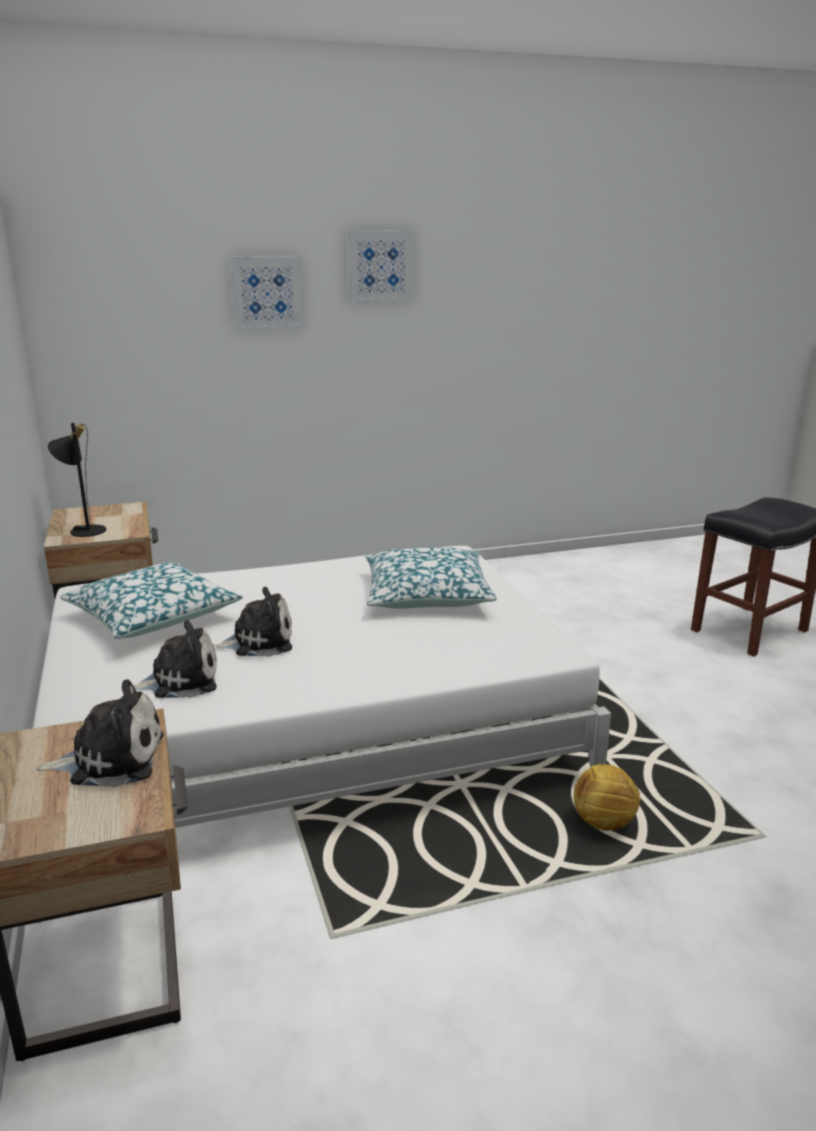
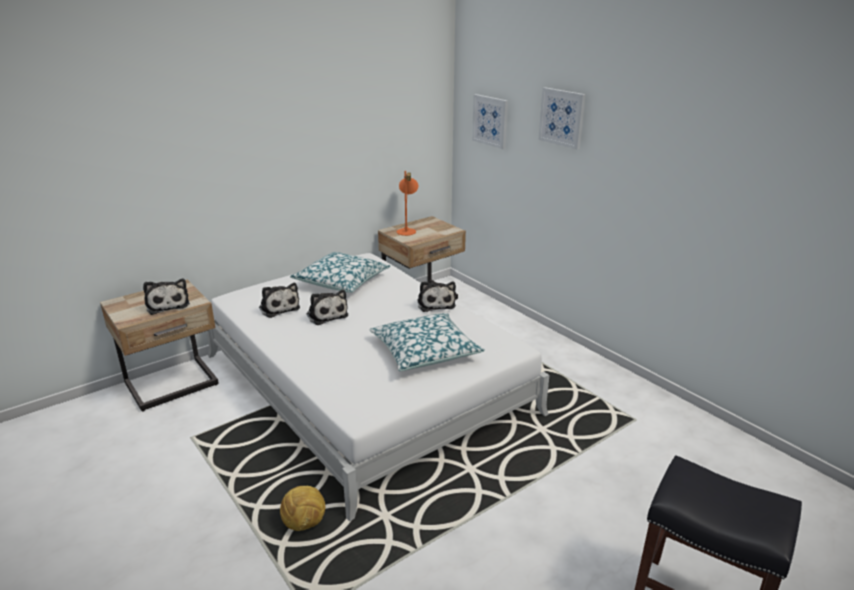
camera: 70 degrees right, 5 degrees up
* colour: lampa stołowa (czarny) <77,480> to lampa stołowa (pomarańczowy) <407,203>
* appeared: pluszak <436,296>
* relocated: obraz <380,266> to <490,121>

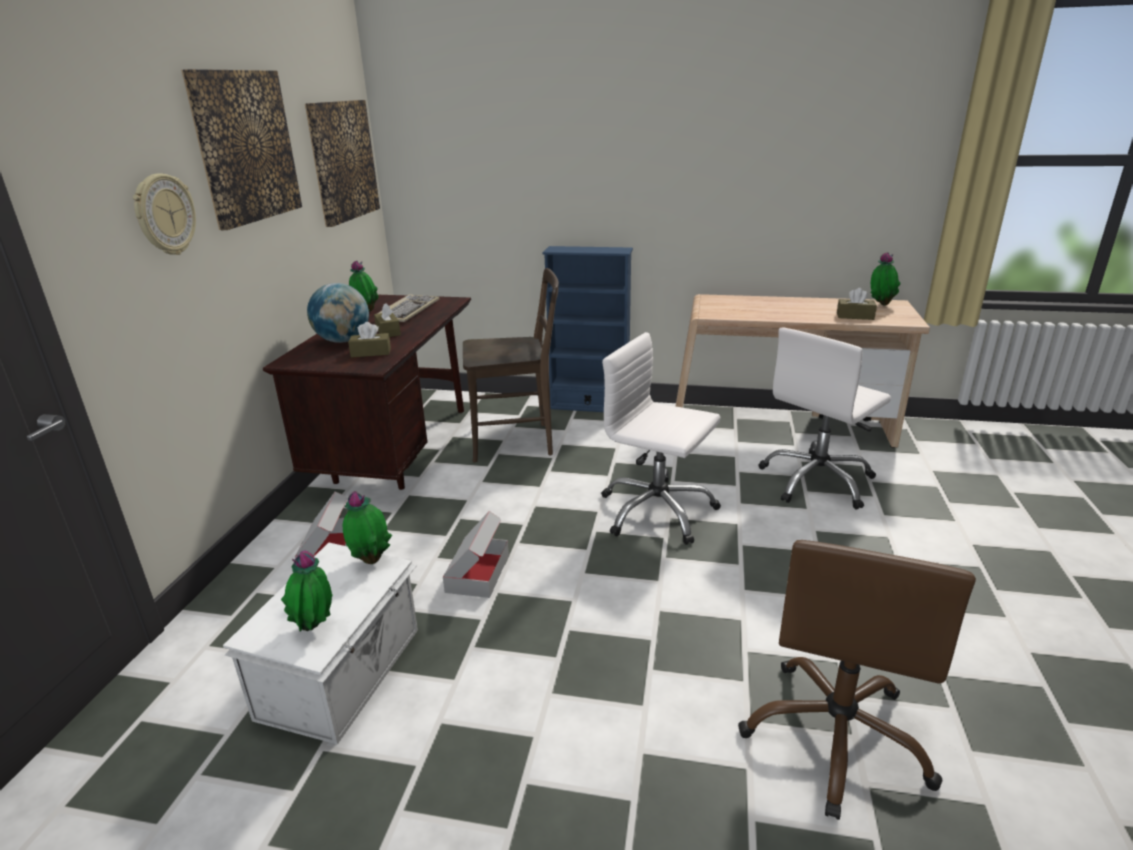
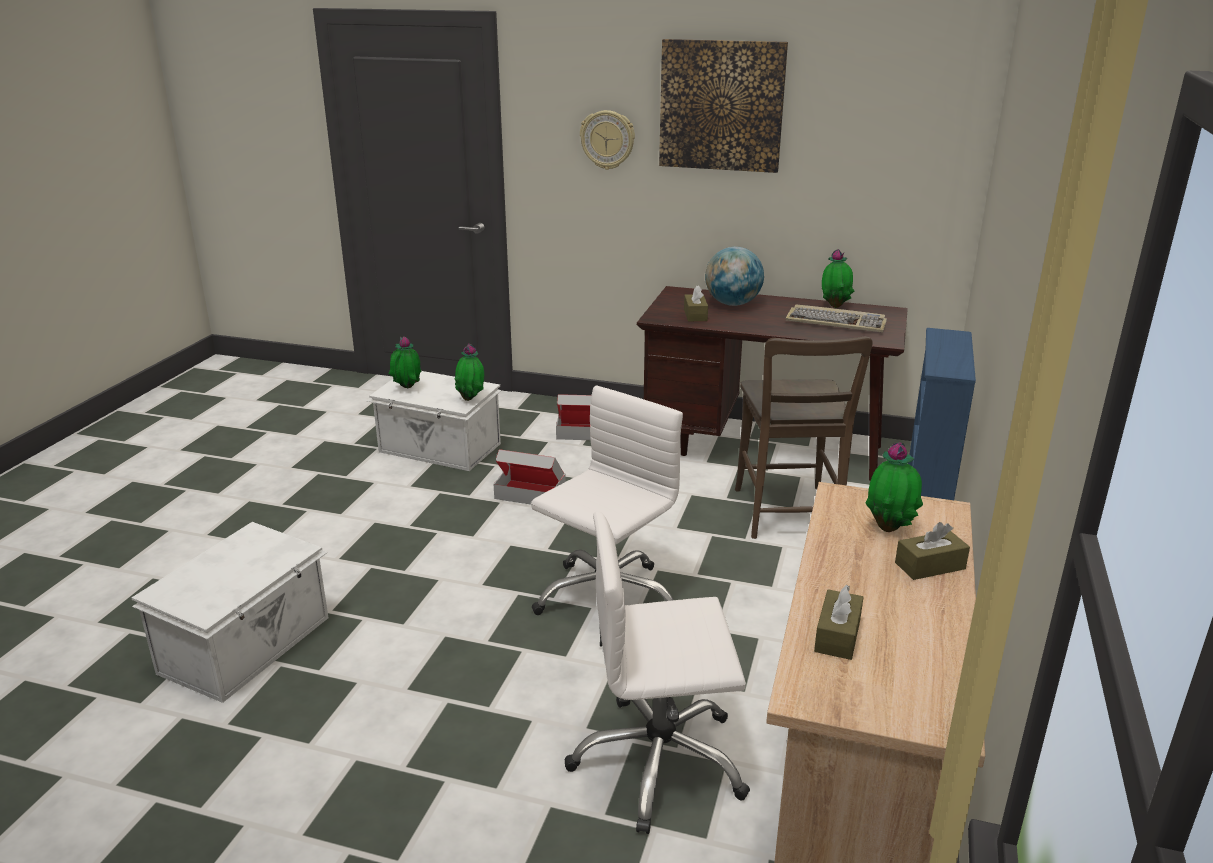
camera: 95 degrees right, 0 degrees up
* exchanged: krzesło biurowe (brązowy) <857,680> to pojemnik do przechowywania (biały) <230,612>
* spun: krzesło biurowe (biały) <825,418> = <657,673> 60 degrees counterclockwise
* relocated: roślina doniczkowa <886,279> to <894,487>
* relocated: pudełko chusteczek (brązowy) <387,320> to <932,551>
* missing: obraz <342,163>

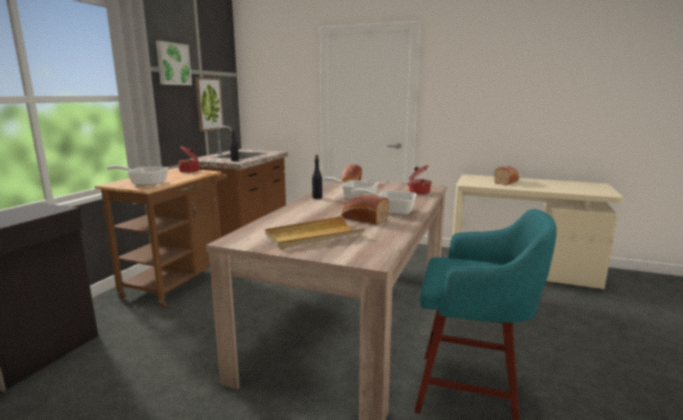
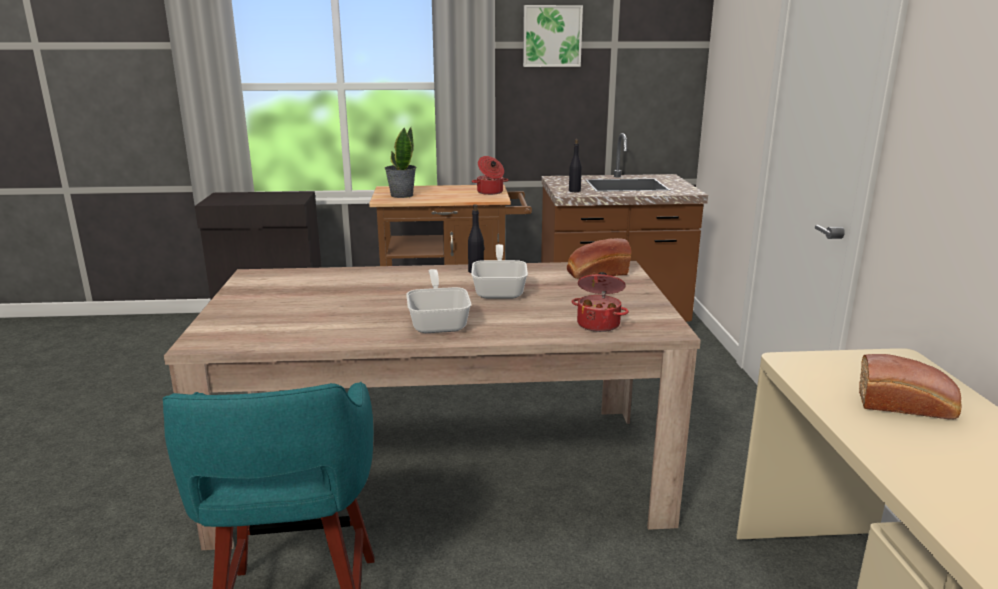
camera: 65 degrees right, 5 degrees up
* exchanged: patelnia <137,175> to roślina doniczkowa <401,162>
* missing: obraz <209,104>
* missing: taca (beżowy) <315,232>
* missing: chleb <365,210>

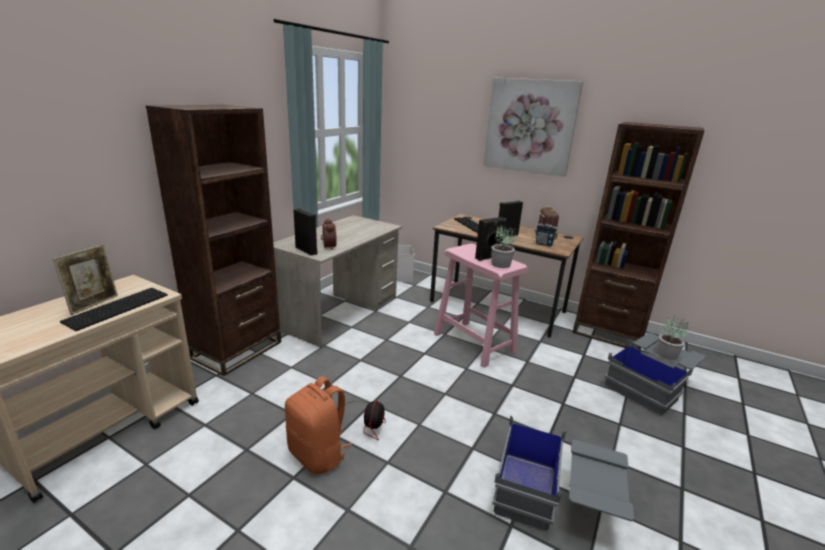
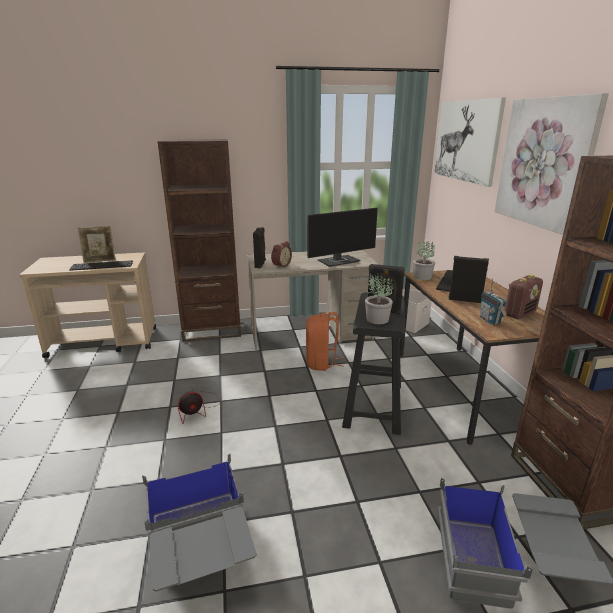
camera: 50 degrees right, 0 degrees up
* relocated: plecak (pomarańczowy) <318,425> to <325,341>
* appeared: monitor <342,237>
* colour: stołek (różowy) <481,306> to stołek (czarny) <373,363>
* relocated: roślina doniczkowa <673,338> to <424,260>
* appeared: obraz <470,142>

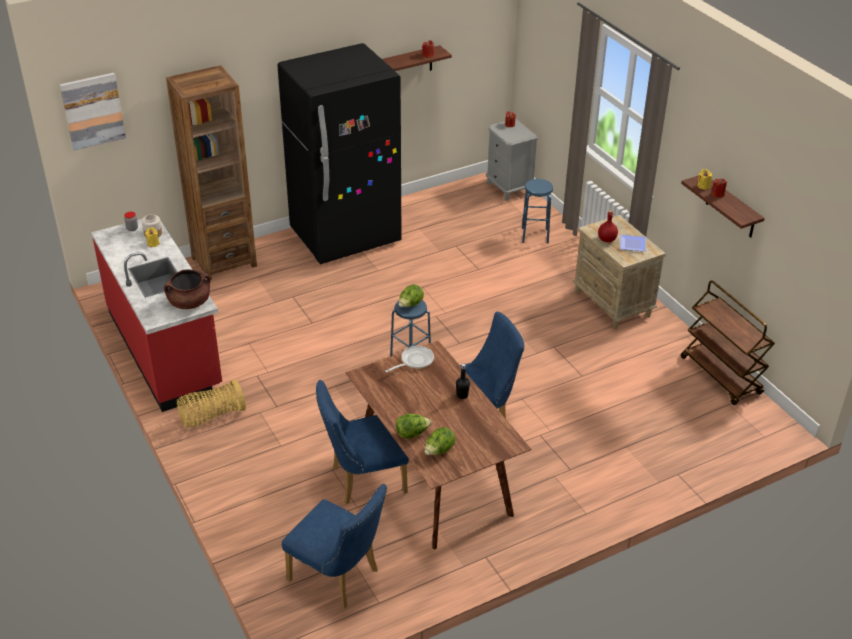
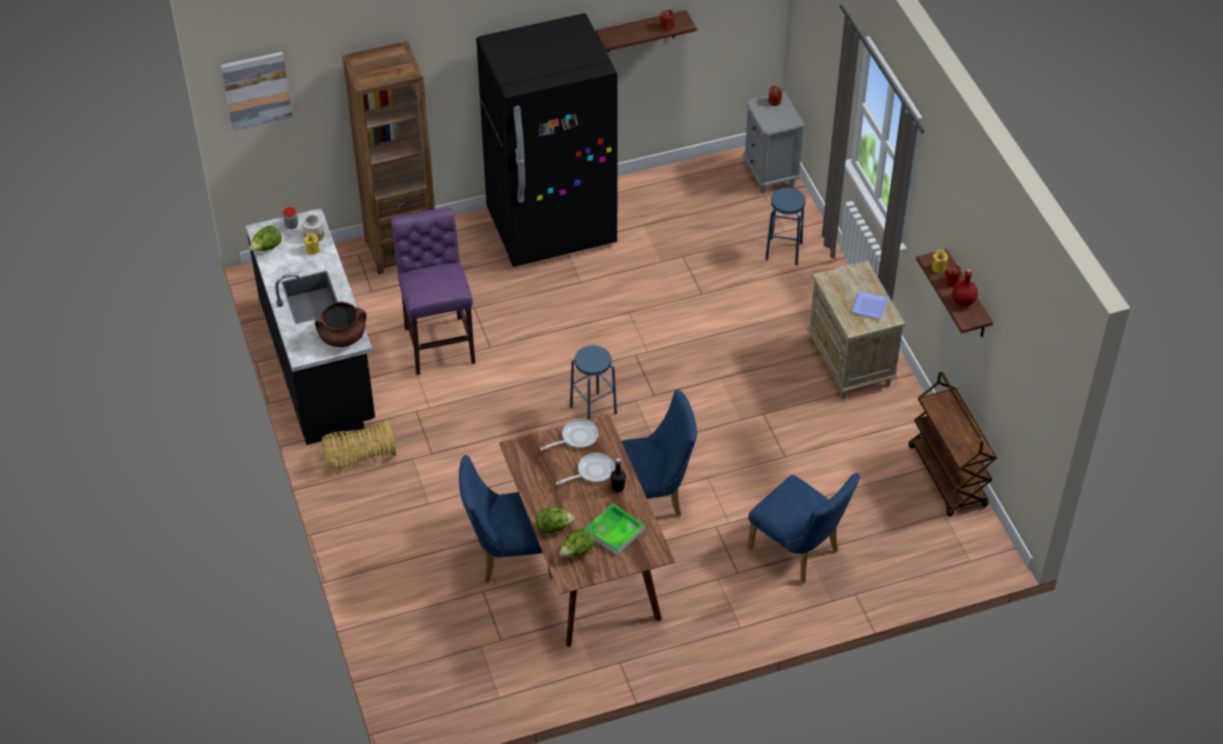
camera: 10 degrees right, 10 degrees up
* colour: zabudowa kuchenna (czerwony) <156,315> to zabudowa kuchenna (czarny) <310,326>
* relocated: sałata <411,295> to <265,238>
* appeared: stołek (fioletowy) <433,291>
* appeared: patelnia <585,469>
* appeared: taca <615,529>
* relocated: krzesło (niebieski) <334,546> to <803,528>
* relocated: butelka (czerwony) <608,226> to <965,287>

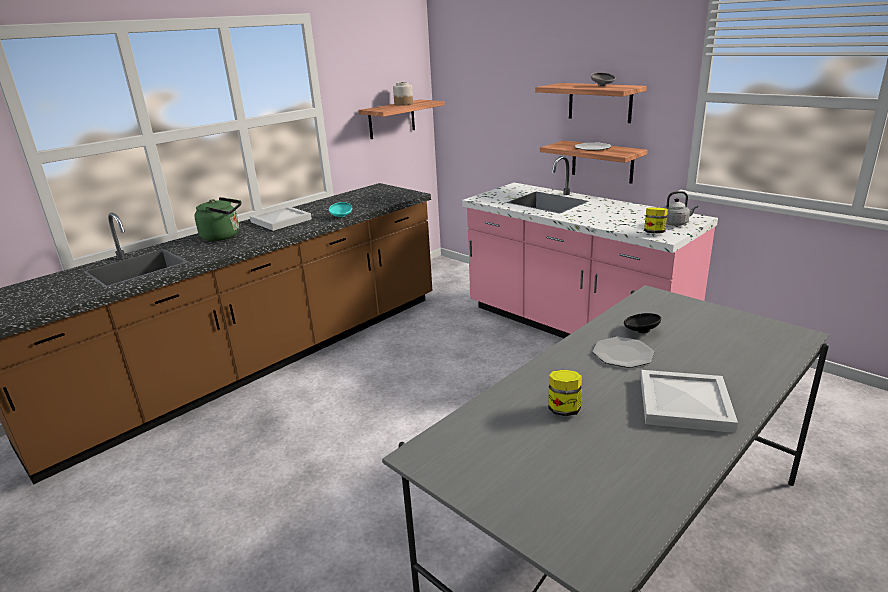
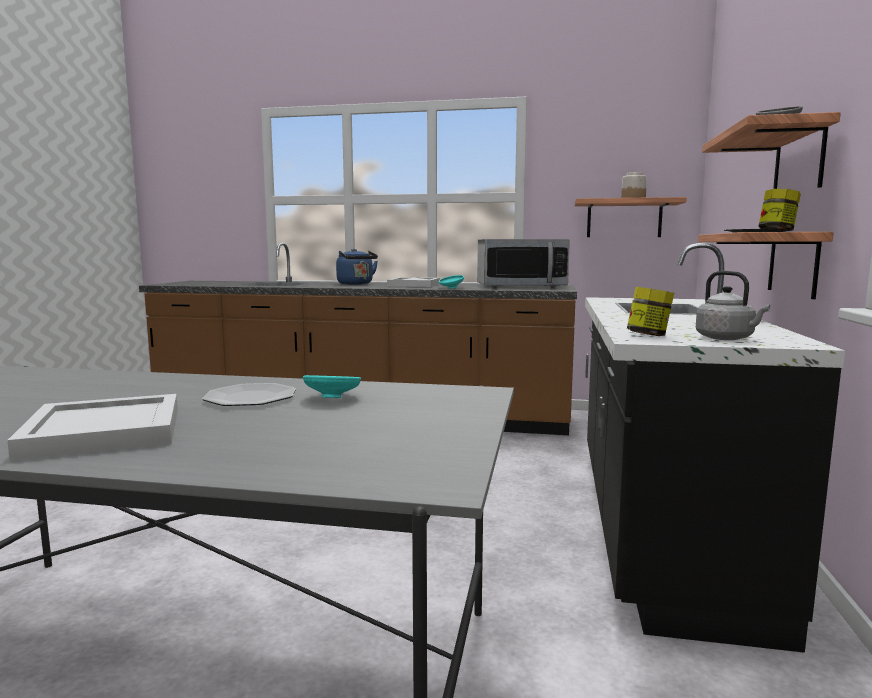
camera: 55 degrees right, 15 degrees down
* colour: miska (czarny) <642,323> to miska (turkusowy) <332,386>
* colour: czajnik (zielony) <217,219> to czajnik (niebieski) <357,267>
* appeared: mikrofalówka <523,263>
* colour: zabudowa kuchenna (różowy) <590,247> to zabudowa kuchenna (czarny) <715,448>
* relocated: słoik <565,393> to <779,210>

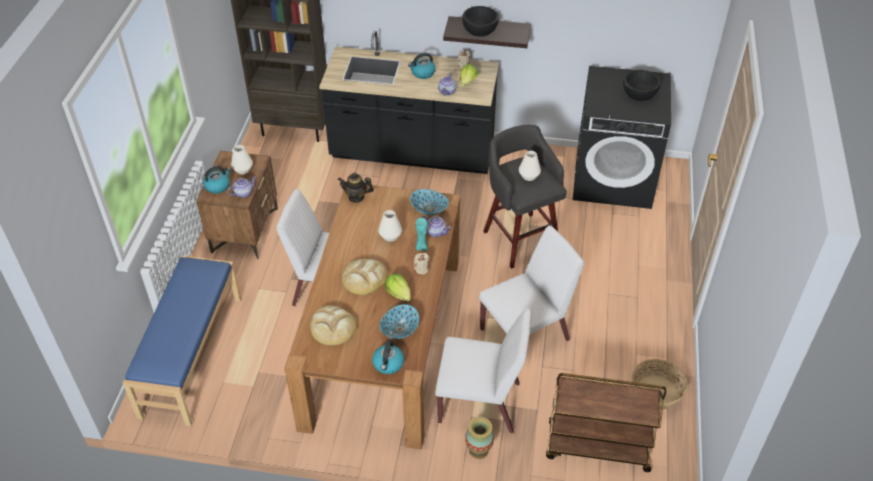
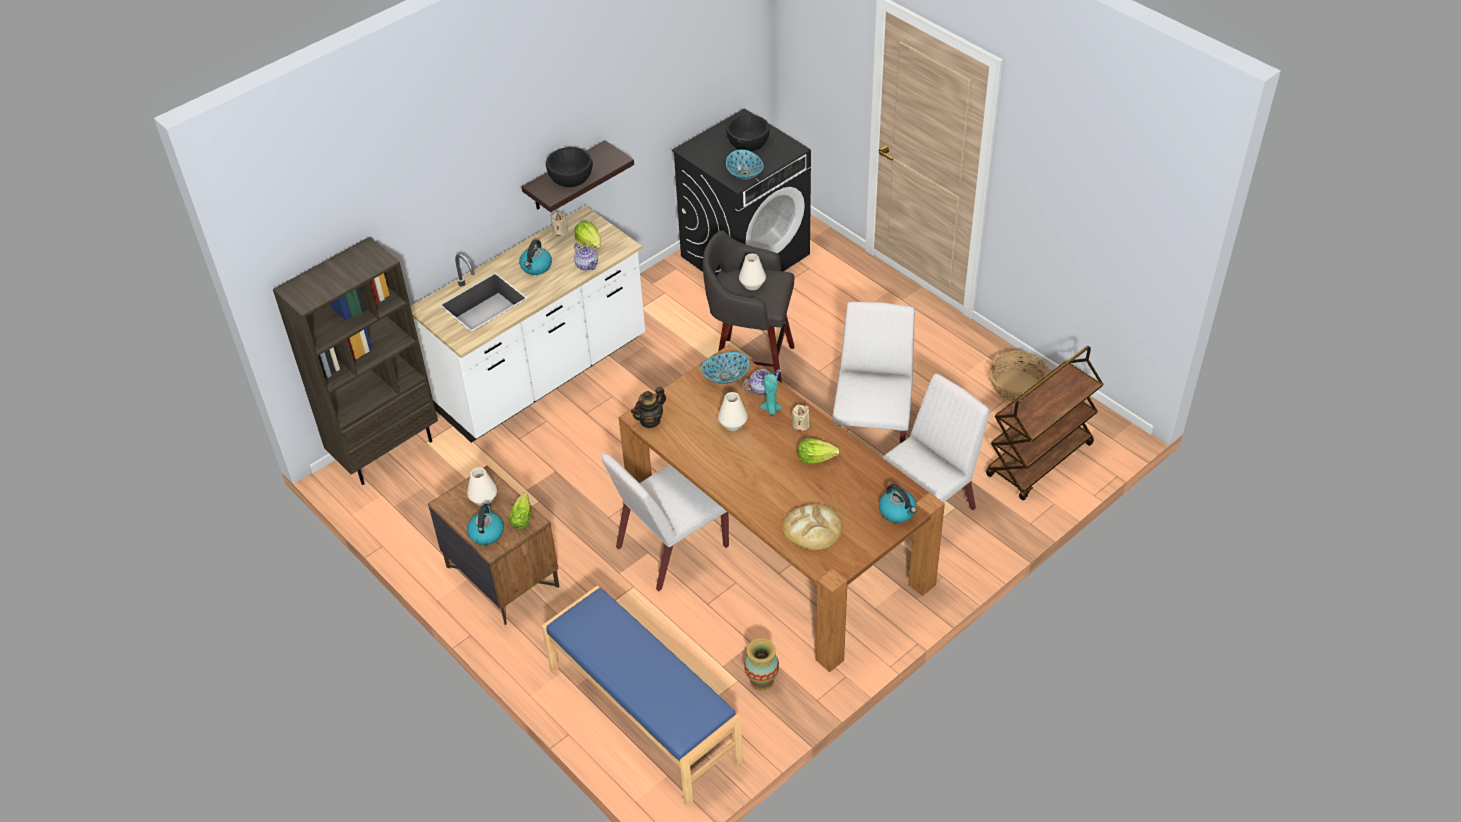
camera: 50 degrees left, 0 degrees up
* colour: zabudowa kuchenna (czarny) <409,102> to zabudowa kuchenna (biały) <527,324>
* exchanged: imbryk <241,187> to sałata <520,511>
* relocated: miska <399,321> to <745,164>
* relocated: wazon <479,438> to <761,664>
* missing: chleb <364,277>

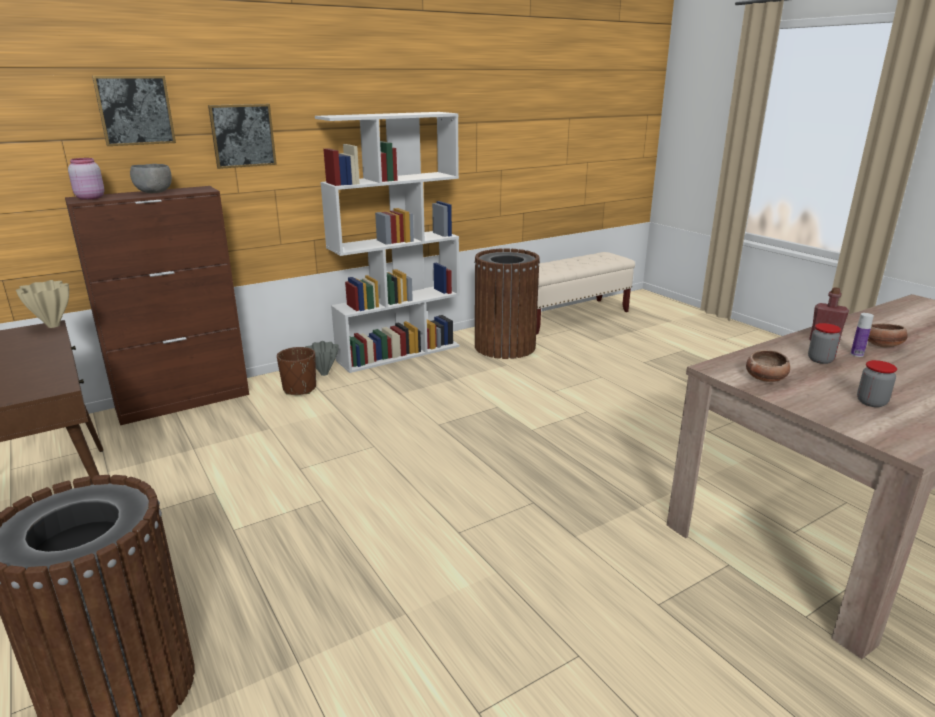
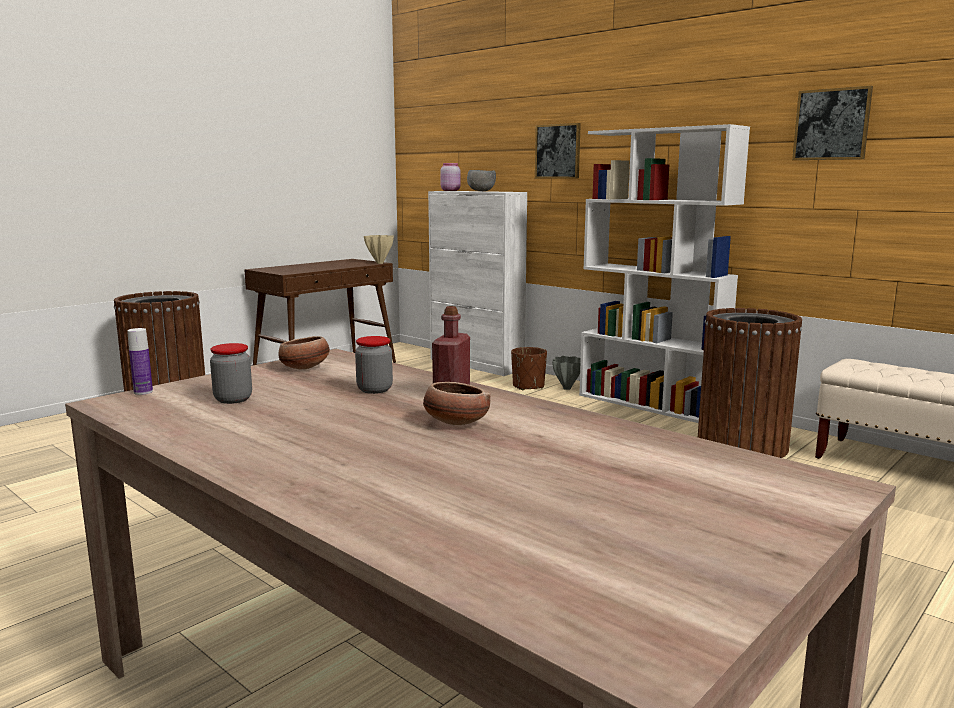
camera: 75 degrees right, 10 degrees down
* relocated: butelka <862,335> to <140,361>
* colour: szafka (brązowy) <157,305> to szafka (biały) <477,283>
* relocated: obraz <134,111> to <832,123>

